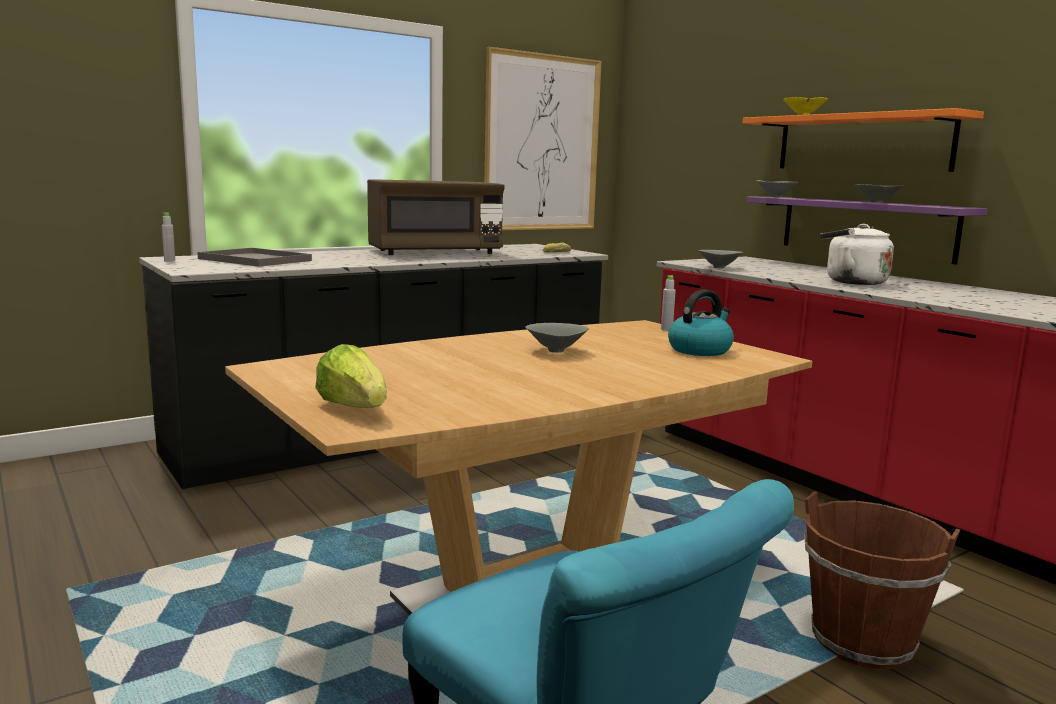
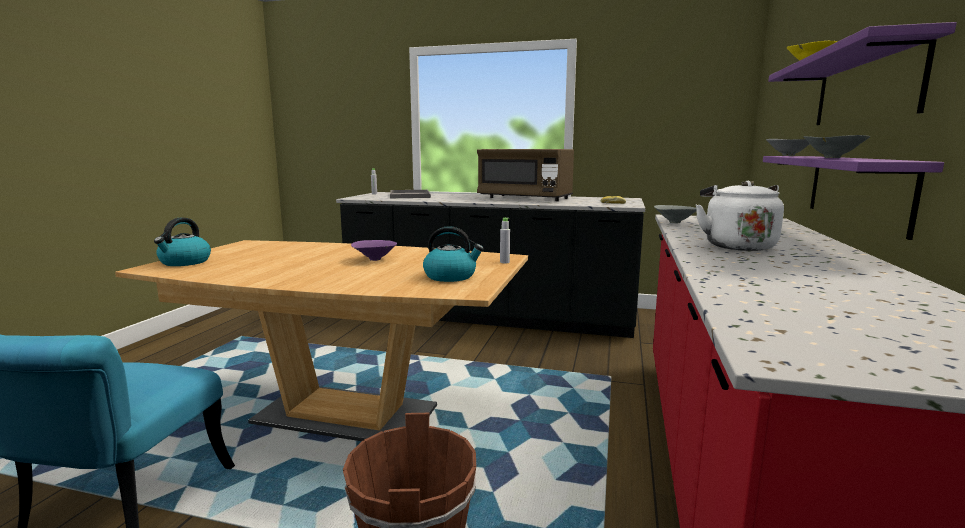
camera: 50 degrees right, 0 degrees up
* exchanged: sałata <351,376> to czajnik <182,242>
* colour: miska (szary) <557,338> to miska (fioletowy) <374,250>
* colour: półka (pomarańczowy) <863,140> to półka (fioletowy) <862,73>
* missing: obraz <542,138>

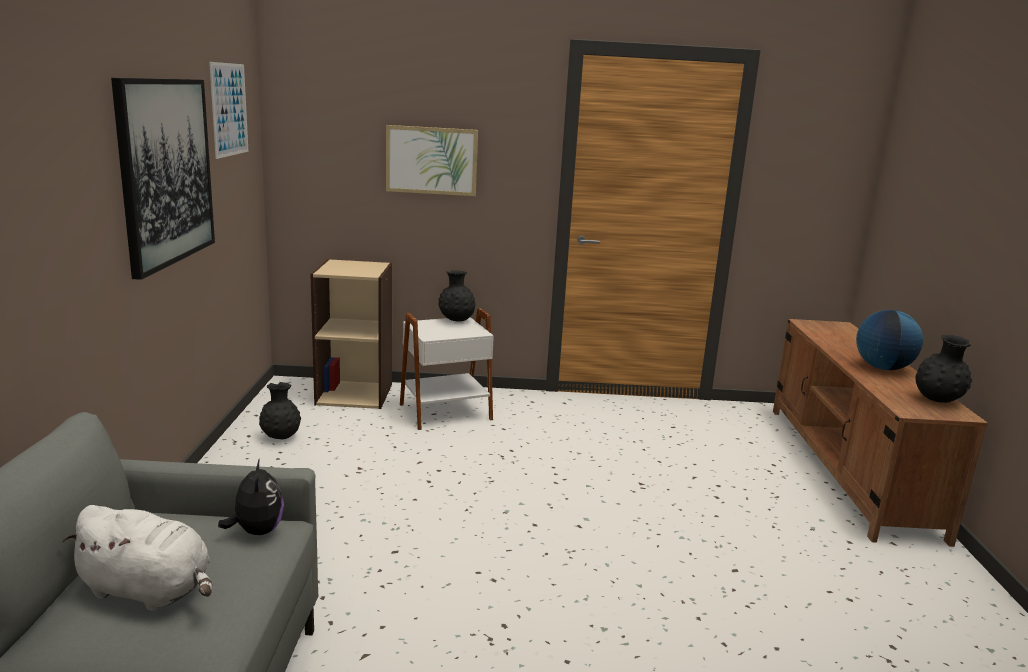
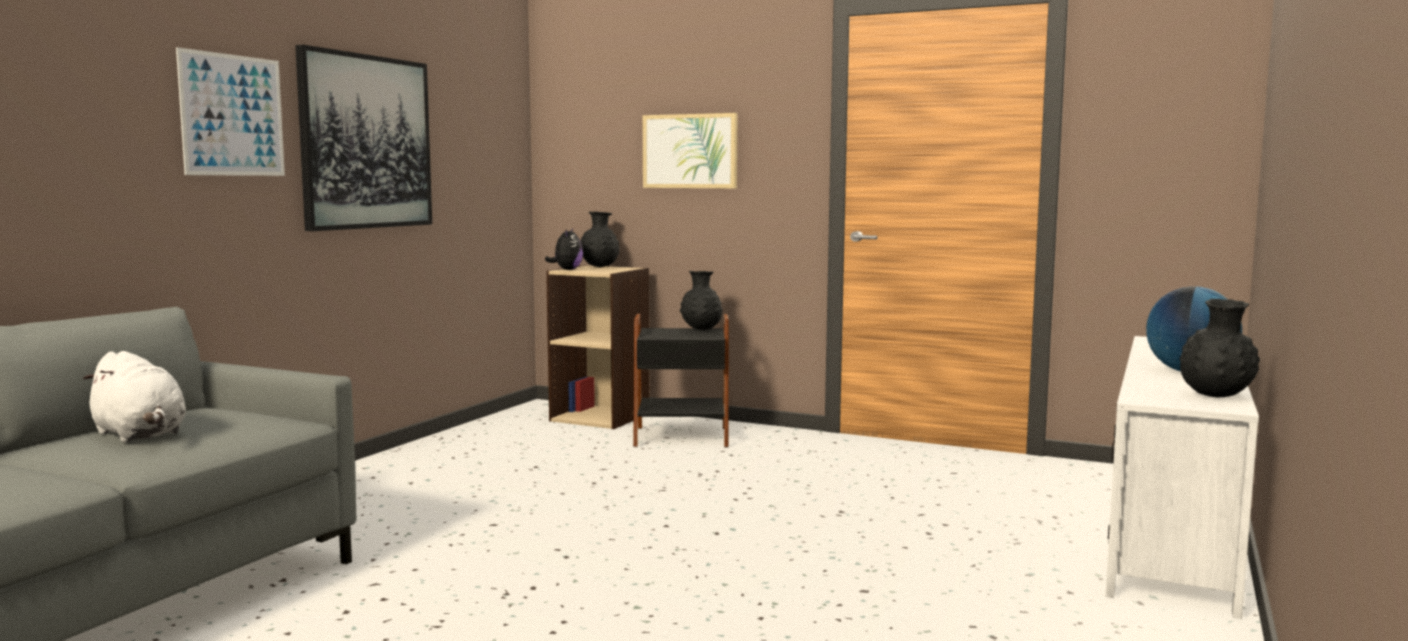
camera: 25 degrees right, 10 degrees down
* relocated: obraz <228,110> to <230,111>
* relocated: pluszak <251,496> to <564,249>
* relocated: wazon (czarny) <280,410> to <600,239>
* colour: stolik (biały) <447,369> to stolik (czarny) <681,381>
* colour: szafka pod telewizor (brązowy) <880,433> to szafka pod telewizor (biały) <1182,477>

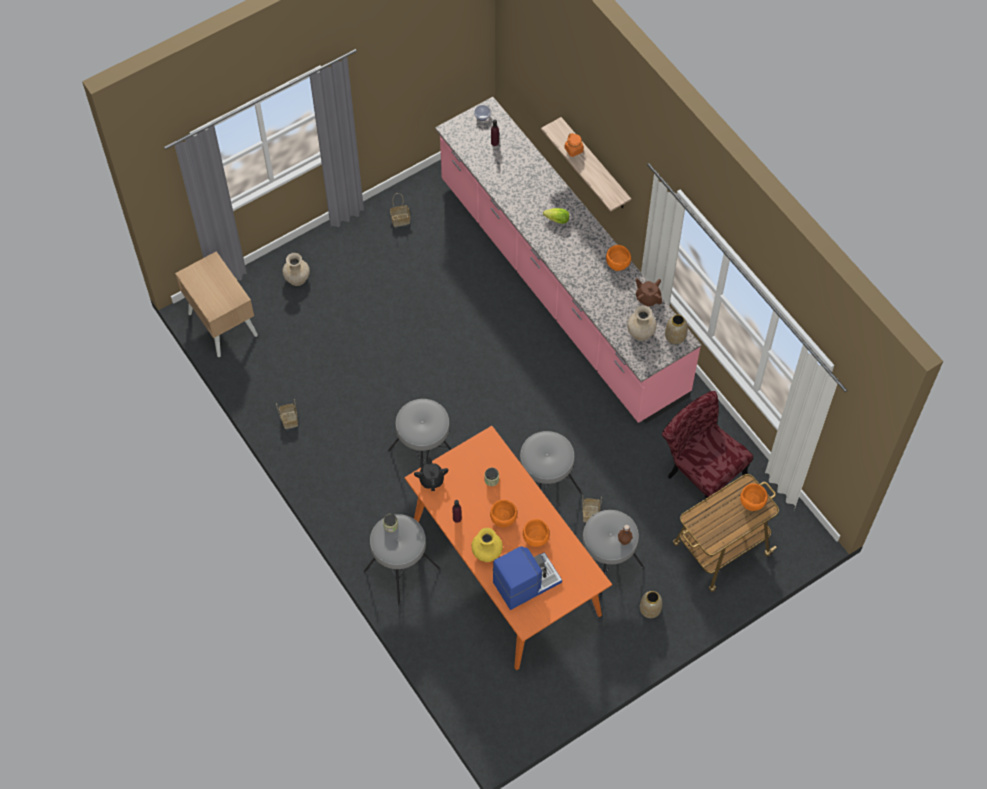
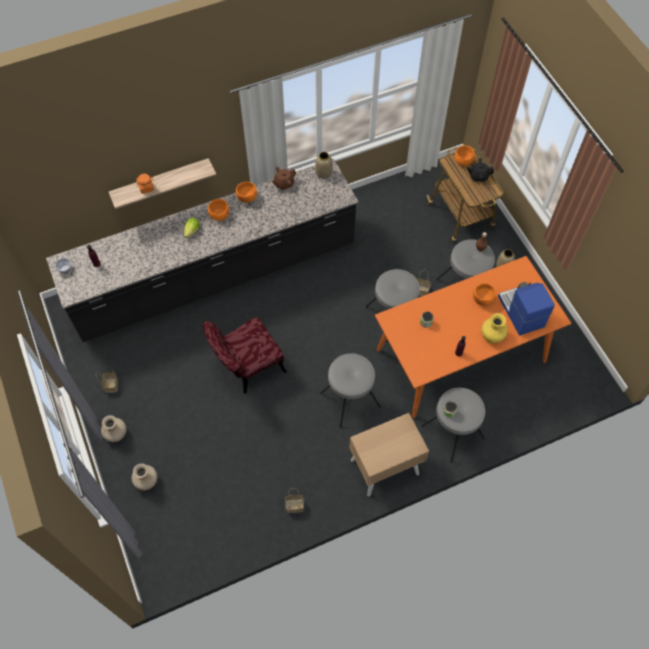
camera: 80 degrees left, 0 degrees up
* colour: zabudowa kuchenna (różowy) <568,260> to zabudowa kuchenna (czarny) <202,250>
* relocated: wazon (beżowy) <642,323> to <113,428>
* relocated: krzesło (czerwony) <707,451> to <245,355>
* relocated: miska (pomarańczowy) <503,513> to <218,210>
* relocated: szafka nocna (beżowy) <216,304> to <389,455>
* relocated: imbryk (czarny) <431,473> to <480,170>

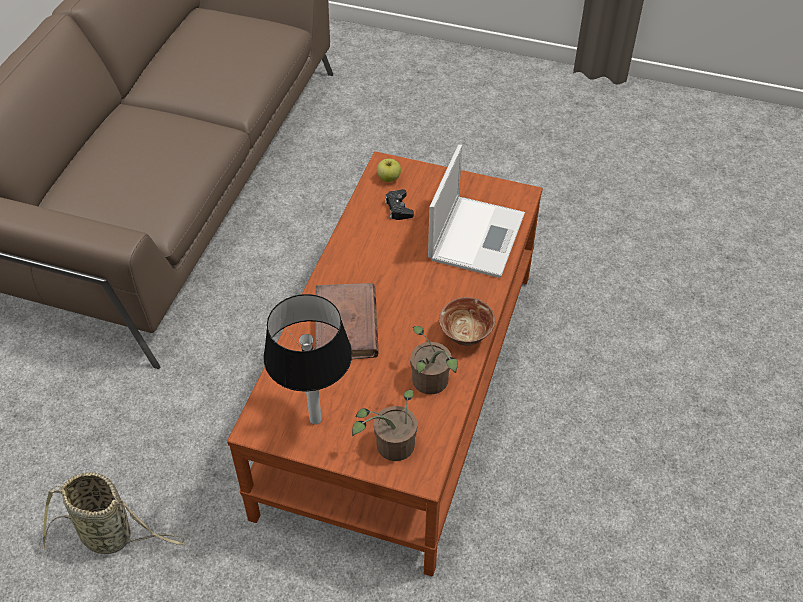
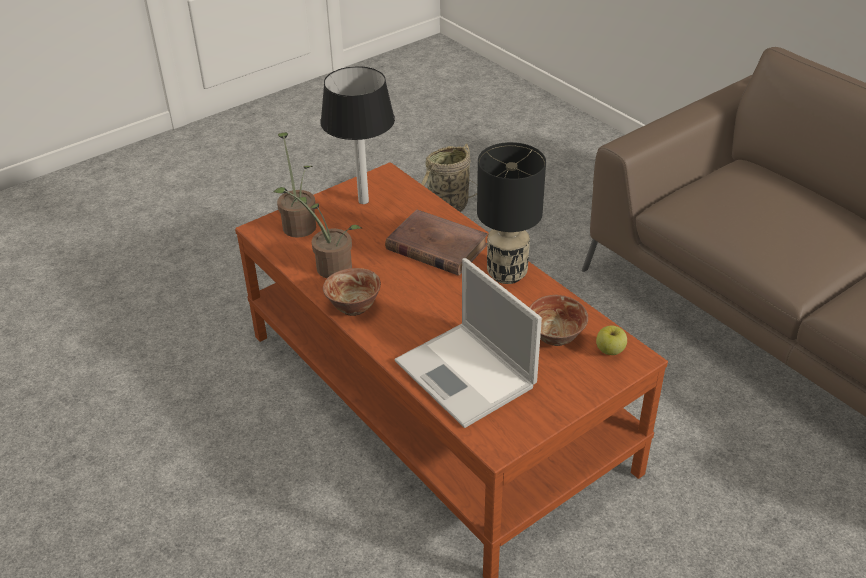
camera: 125 degrees right, 10 degrees down
* appeared: lampa stołowa (czarny) <511,213>
* exchanged: pad do gier (czarny) <399,204> to miska <558,320>

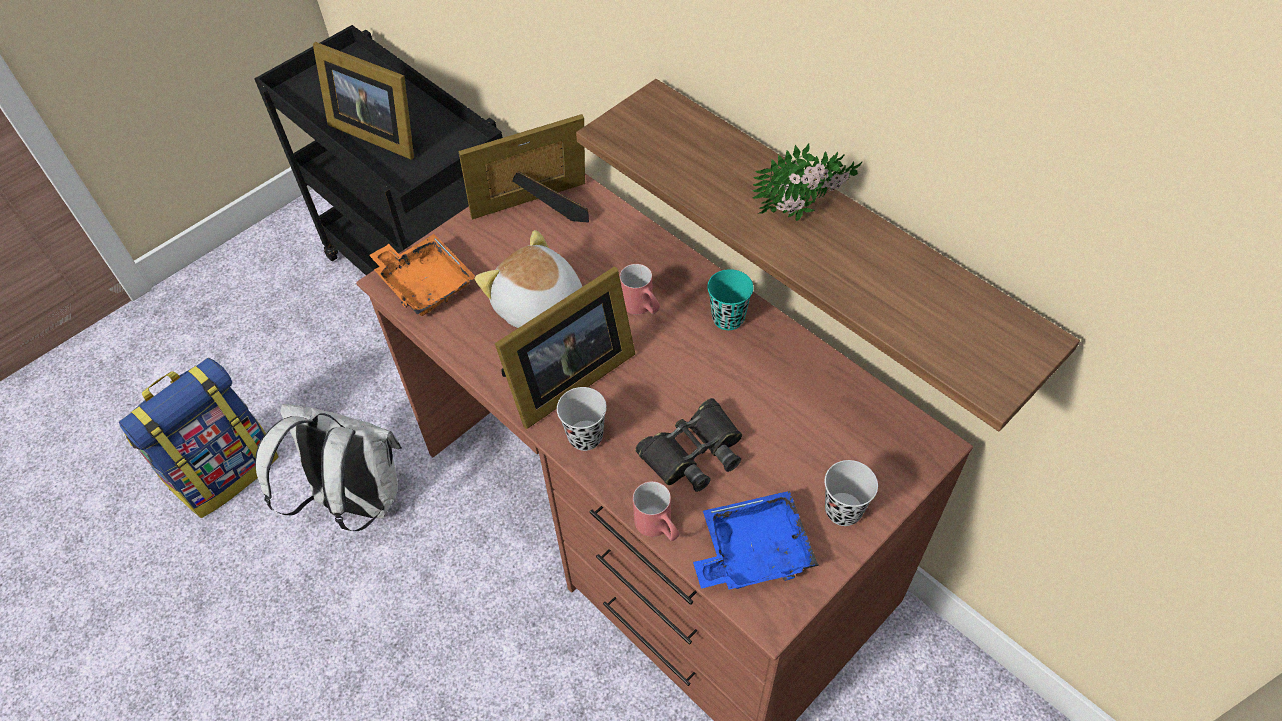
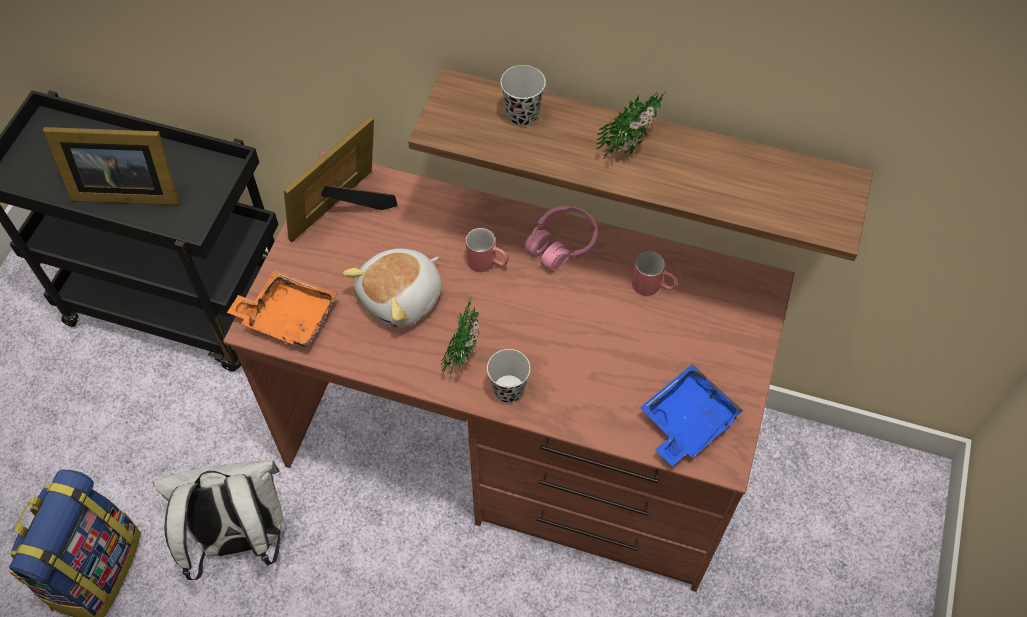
camera: 30 degrees left, 5 degrees up
* spun: pluszak <528,279> = <392,288> 60 degrees counterclockwise
* exchanged: ramka na zdjęcie <565,347> to roślina doniczkowa <460,339>
* relocated: filiżanka (czarny) <851,493> to <523,96>
* exchanged: filiżanka (turkusowy) <730,299> to słuchawki (różowy) <561,238>
* relocated: kubek (czerwony) <656,511> to <655,273>
* missing: lornetka (czarny) <688,445>

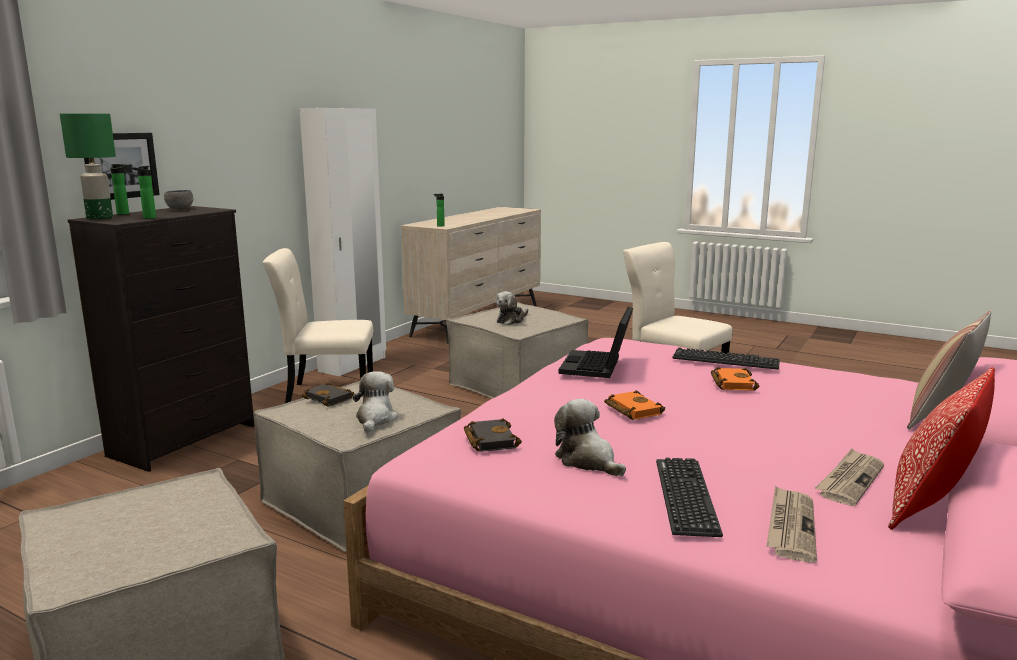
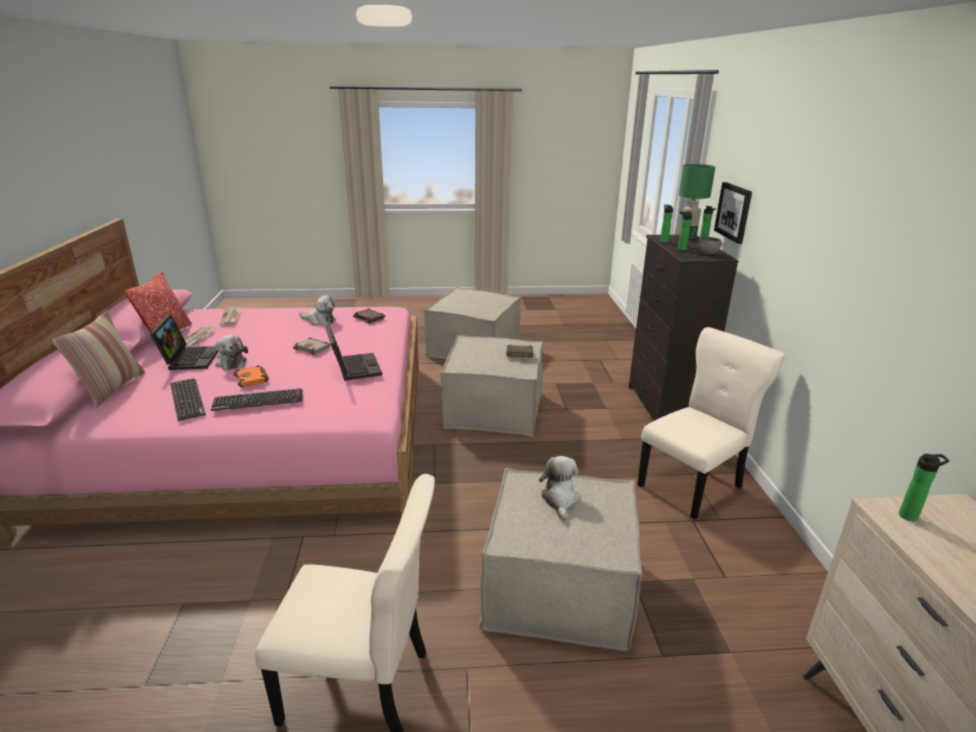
camera: 145 degrees right, 10 degrees up
* appeared: laptop <184,342>
* relocated: klawiatura <689,497> to <188,399>
* relocated: pluszak <375,402> to <231,352>
* colour: książka (pomarańczowy) <634,405> to książka (szary) <311,346>
* appeared: butelka <685,231>
* missing: szafa (biały) <342,242>

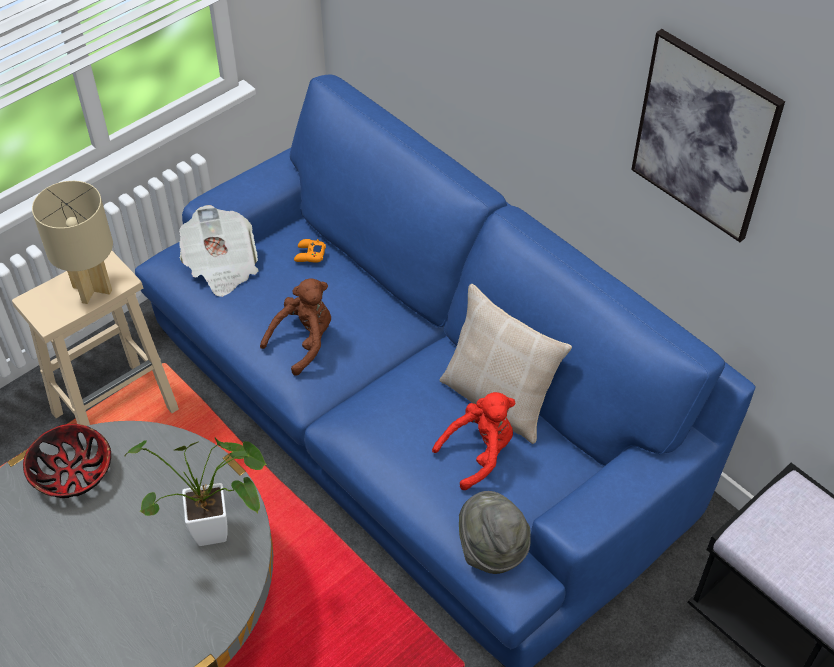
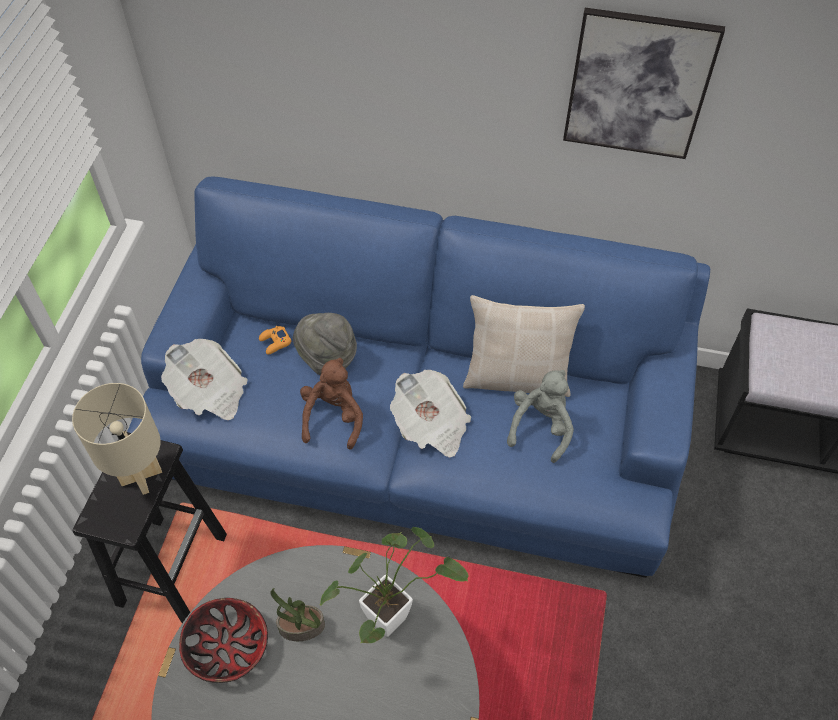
camera: 35 degrees left, 5 degrees up
* colour: stołek (beżowy) <95,338> to stołek (czarny) <150,527>
* appeared: roślina doniczkowa <297,614>
* relocated: kapelusz (szary) <495,532> to <325,344>
* appeared: gazeta <430,413>
* colour: pluszak (czerwony) <474,441> to pluszak (szary) <540,416>

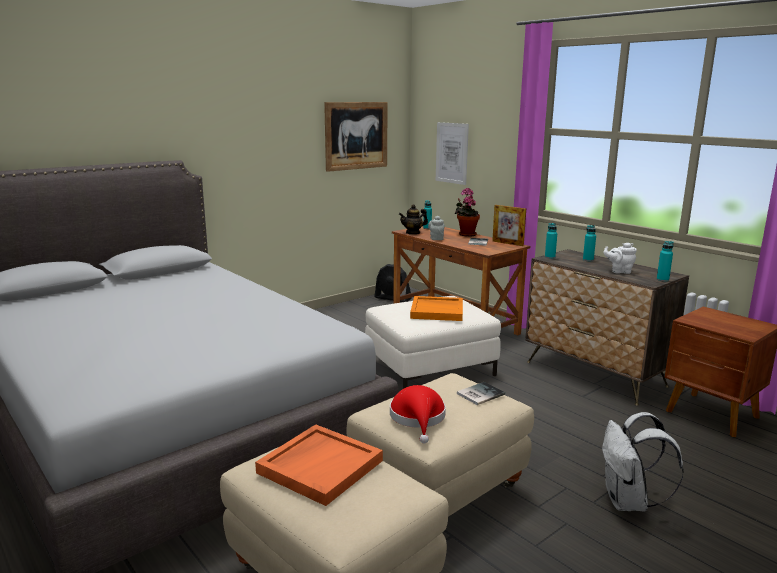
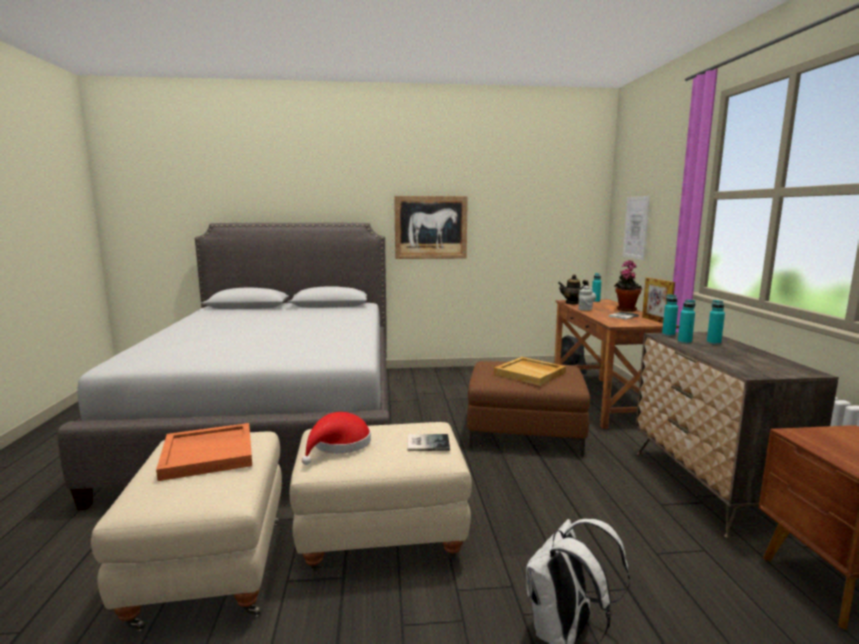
camera: 35 degrees right, 5 degrees down
* relocated: obraz <356,137> to <431,227>
* colour: pufa (biały) <433,342> to pufa (brązowy) <528,409>
* colour: taca (pomarańczowy) <436,308> to taca (beżowy) <530,371>
* relocated: butelka (turkusowy) <665,261> to <686,321>
* missing: imbryk (biały) <620,258>

